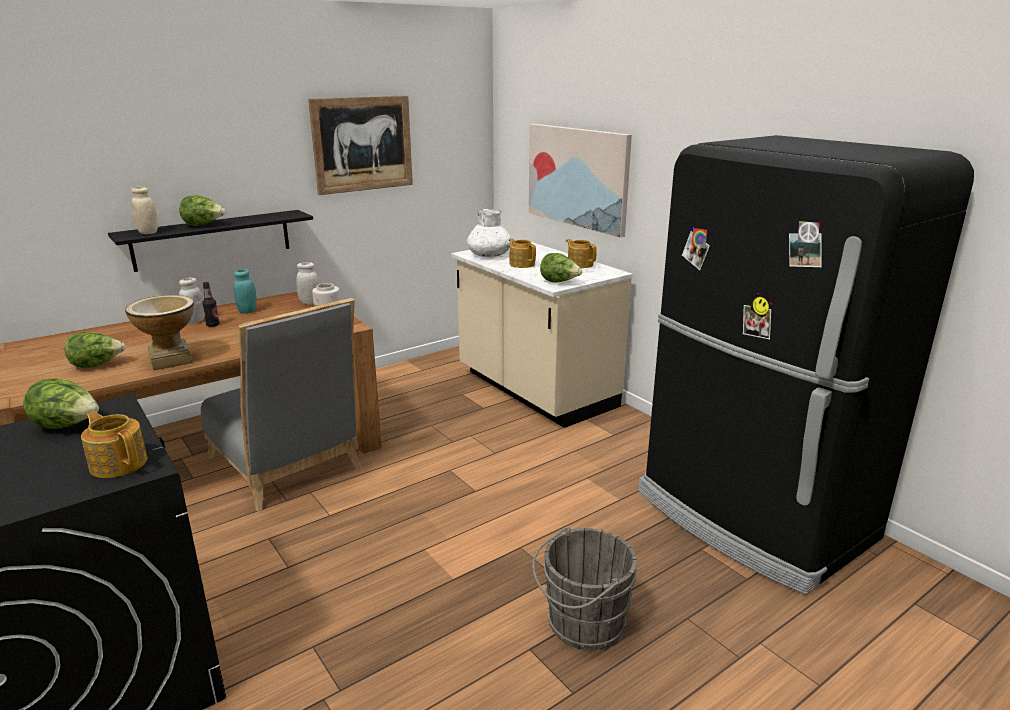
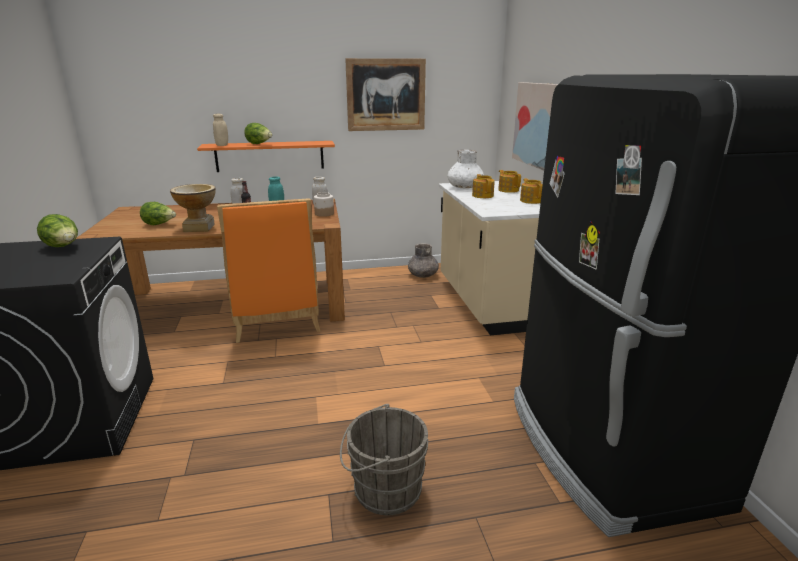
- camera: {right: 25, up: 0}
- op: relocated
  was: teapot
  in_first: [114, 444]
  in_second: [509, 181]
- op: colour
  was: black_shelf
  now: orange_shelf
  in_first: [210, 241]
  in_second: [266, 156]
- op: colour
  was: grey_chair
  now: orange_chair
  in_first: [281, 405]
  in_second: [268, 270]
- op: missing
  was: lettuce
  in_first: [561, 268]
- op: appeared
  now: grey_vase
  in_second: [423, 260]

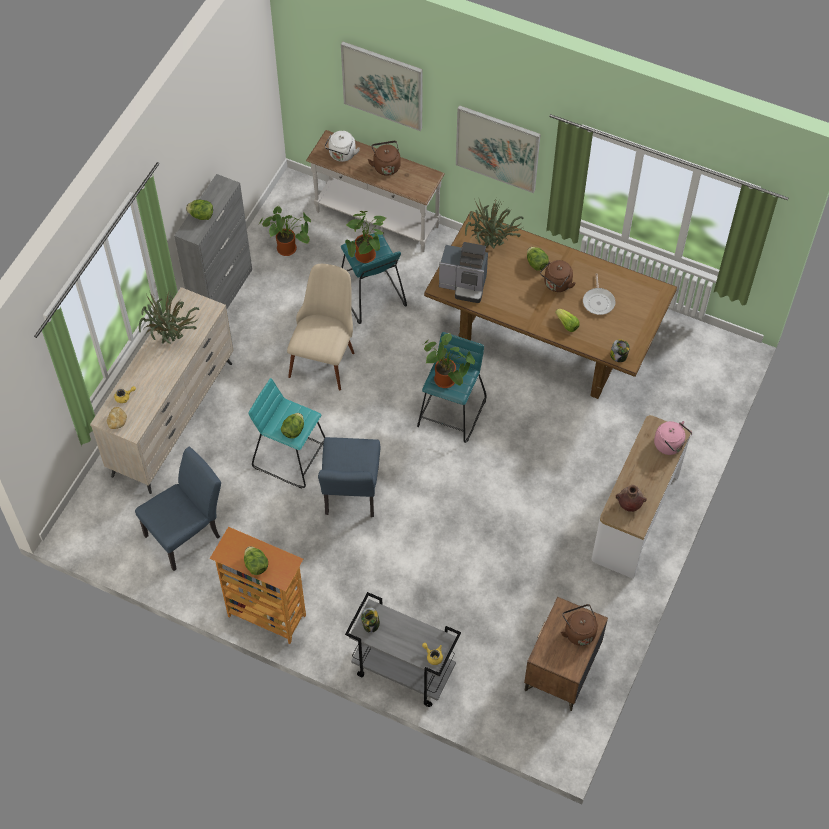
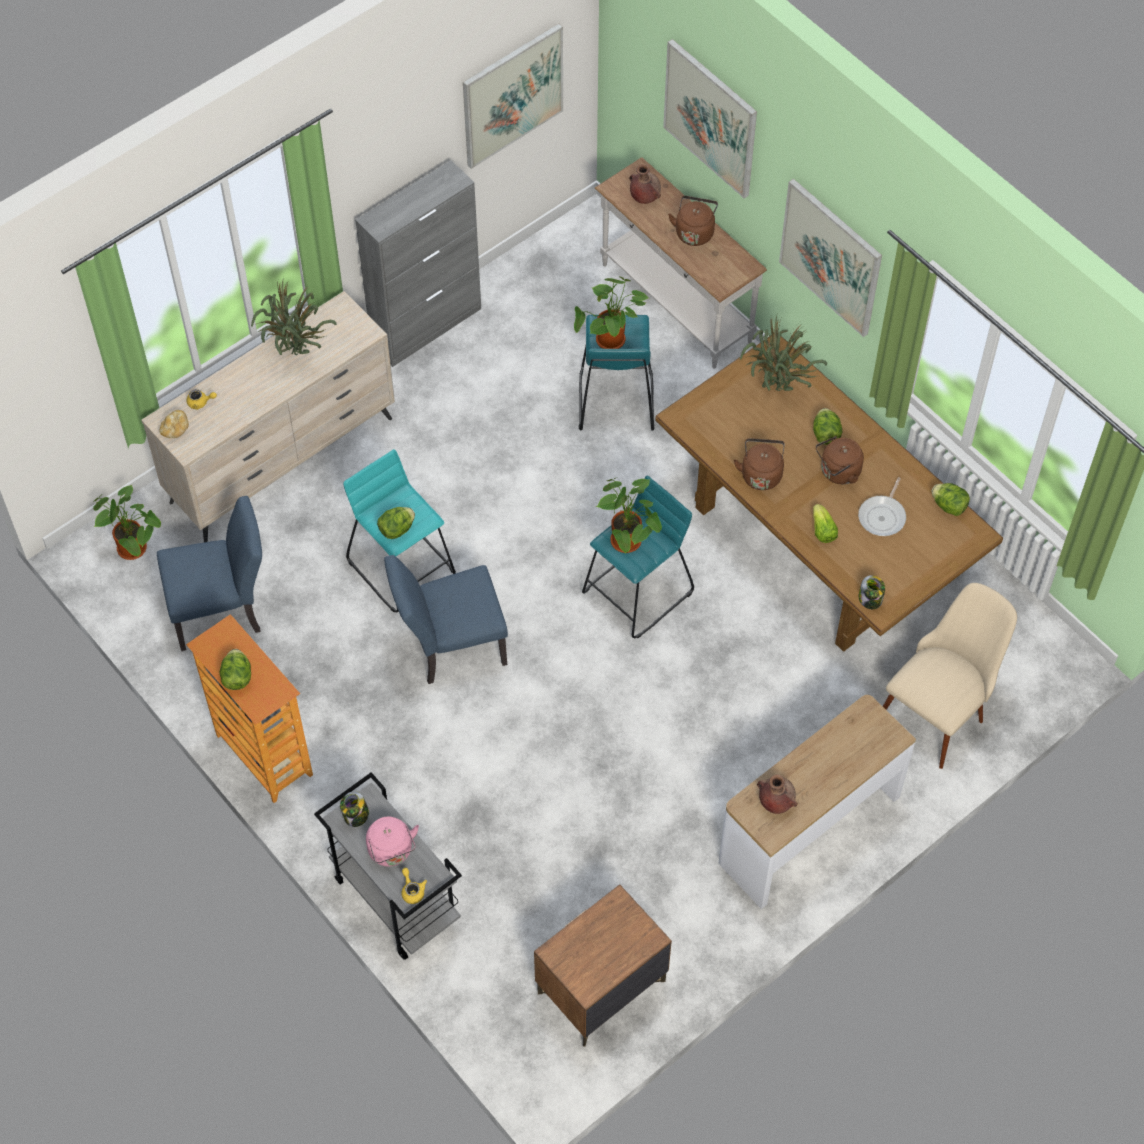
- camera: {right: 25, up: 0}
- op: relocated
  was: lettuce
  in_first: [199, 210]
  in_second: [950, 499]
- op: relocated
  was: potted_plant
  in_first: [285, 231]
  in_second: [127, 522]
- op: relocated
  was: beige_chair
  in_first: [320, 327]
  in_second: [950, 676]
- op: spun
  was: blue_chair
  in_first: [349, 477]
  in_second: [446, 619]
  clockwise: 45
- op: exchanged
  was: white_kettle
  now: brown_vase
  in_first: [342, 146]
  in_second: [645, 184]
- op: missing
  was: coffee_machine
  in_first: [463, 272]
- op: relocated
  was: brown_kettle
  in_first: [579, 625]
  in_second: [759, 464]
- op: relocated
  was: pink_kettle
  in_first: [673, 438]
  in_second: [392, 842]
- op: appeared
  now: picture
  in_second: [513, 96]

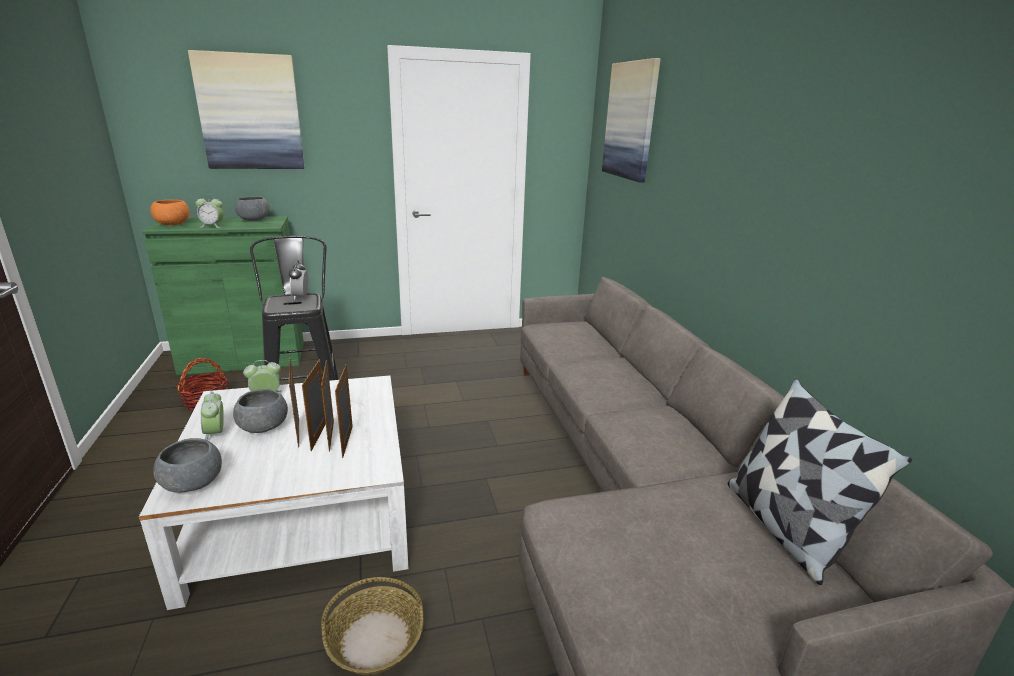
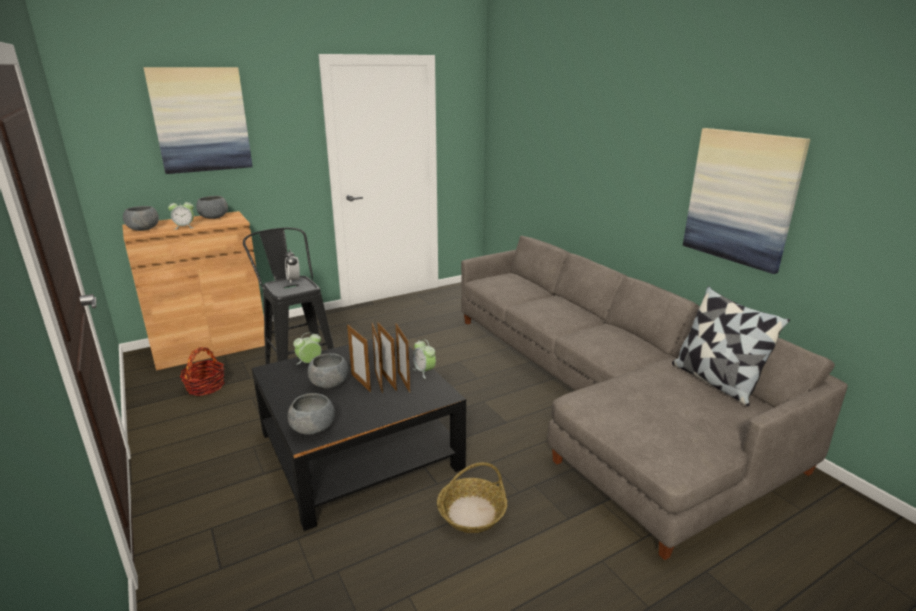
- camera: {right: -15, up: 0}
- op: colour
  was: white_coffee_table
  now: black_coffee_table
  in_first: [274, 492]
  in_second: [359, 432]
- op: colour
  was: green_cabinet
  now: brown_cabinet
  in_first: [223, 295]
  in_second: [193, 291]
- op: colour
  was: orange_bowl
  now: grey_bowl
  in_first: [170, 212]
  in_second: [141, 218]
- op: relocated
  was: alarm_clock
  in_first: [212, 415]
  in_second: [424, 359]
- op: relocated
  was: picture
  in_first: [631, 120]
  in_second: [746, 201]

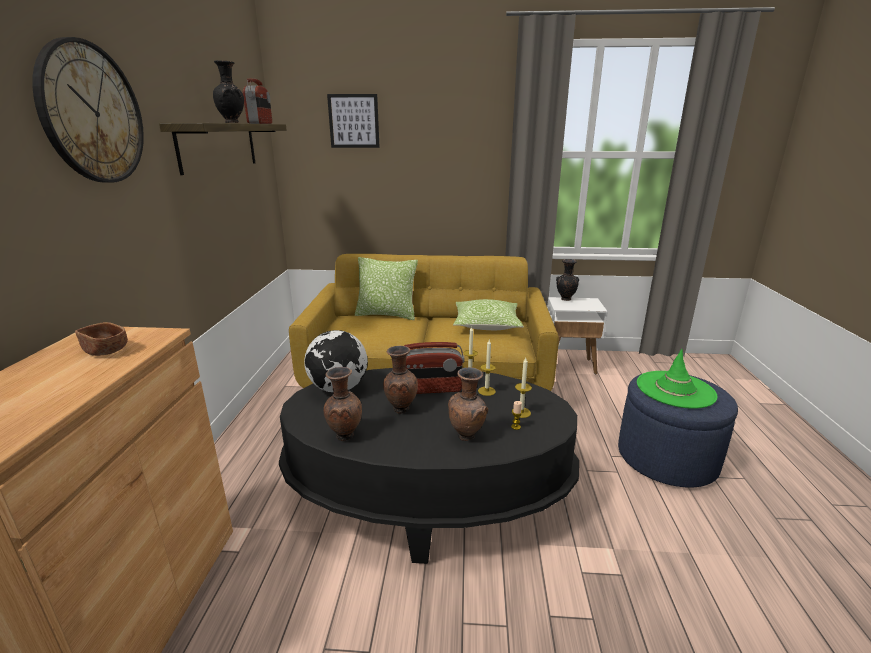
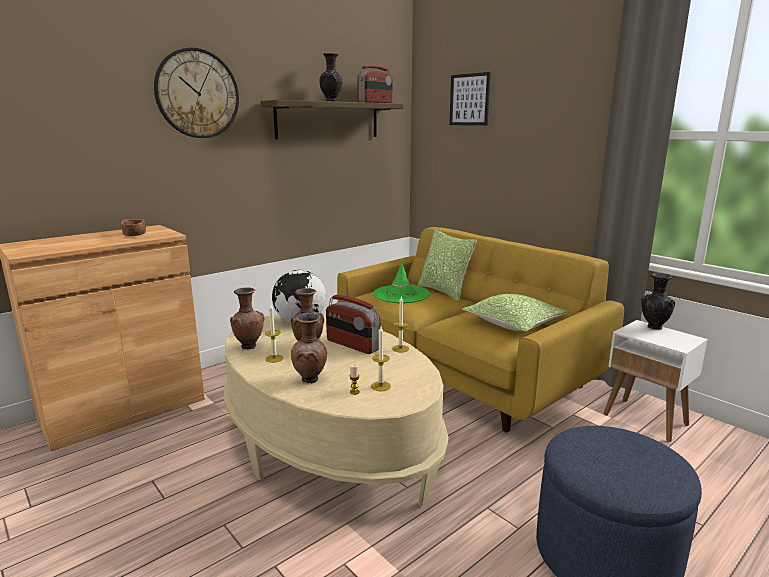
- camera: {right: 45, up: -5}
- op: colour
  was: black_coffee_table
  now: beige_coffee_table
  in_first: [429, 466]
  in_second: [336, 410]
- op: relocated
  was: candle
  in_first: [487, 368]
  in_second: [274, 333]
- op: relocated
  was: green_hat
  in_first: [677, 379]
  in_second: [401, 282]

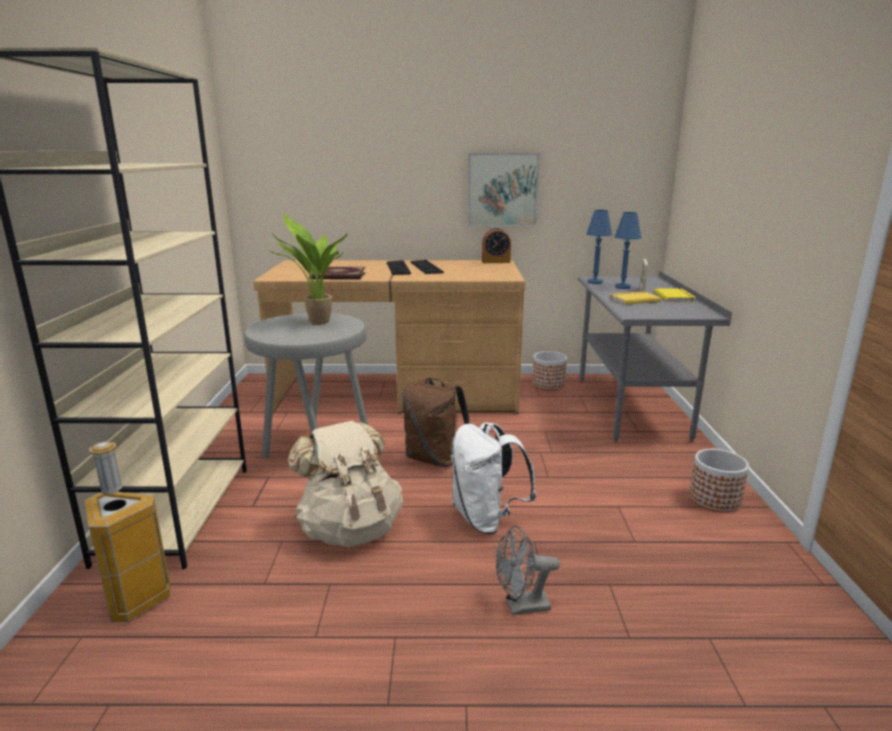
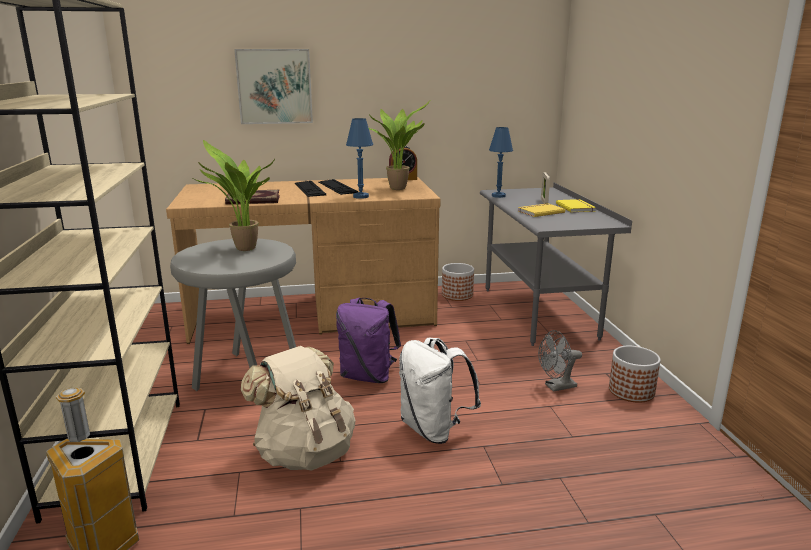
- camera: {right: -10, up: 0}
- op: colour
  was: brown_backpack
  now: purple_backpack
  in_first: [436, 422]
  in_second: [368, 340]
- op: relocated
  was: picture
  in_first: [503, 189]
  in_second: [273, 86]
- op: relocated
  was: grey_fan
  in_first: [528, 570]
  in_second: [560, 361]
- op: relocated
  was: blue_table_lamp
  in_first: [627, 250]
  in_second: [359, 158]
- op: appeared
  now: potted_plant
  in_second: [400, 144]

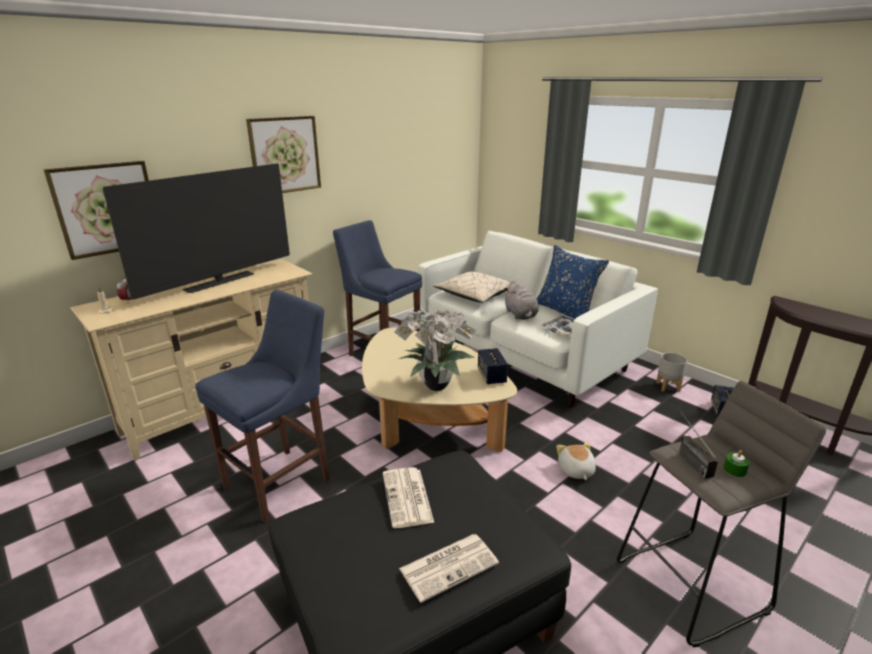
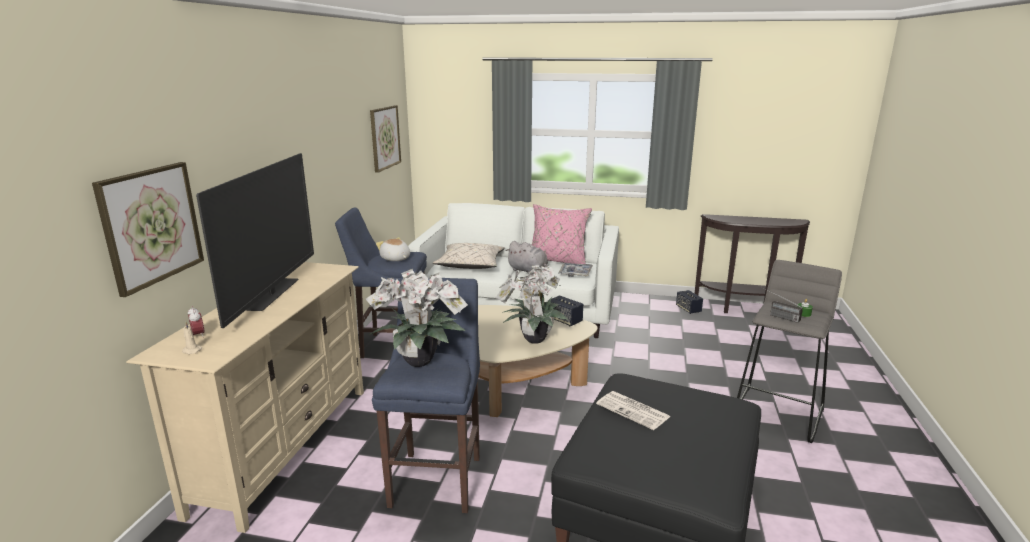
- camera: {right: -35, up: -5}
- op: relocated
  was: picture
  in_first: [283, 154]
  in_second: [385, 139]
- op: missing
  was: newspaper
  in_first: [449, 568]
- op: colour
  was: blue_pillow
  now: pink_pillow
  in_first: [572, 282]
  in_second: [562, 234]
- op: relocated
  was: plush_toy
  in_first: [576, 461]
  in_second: [393, 249]
- op: missing
  was: grey_planter
  in_first: [672, 372]
- op: appeared
  now: potted_plant
  in_second: [417, 318]

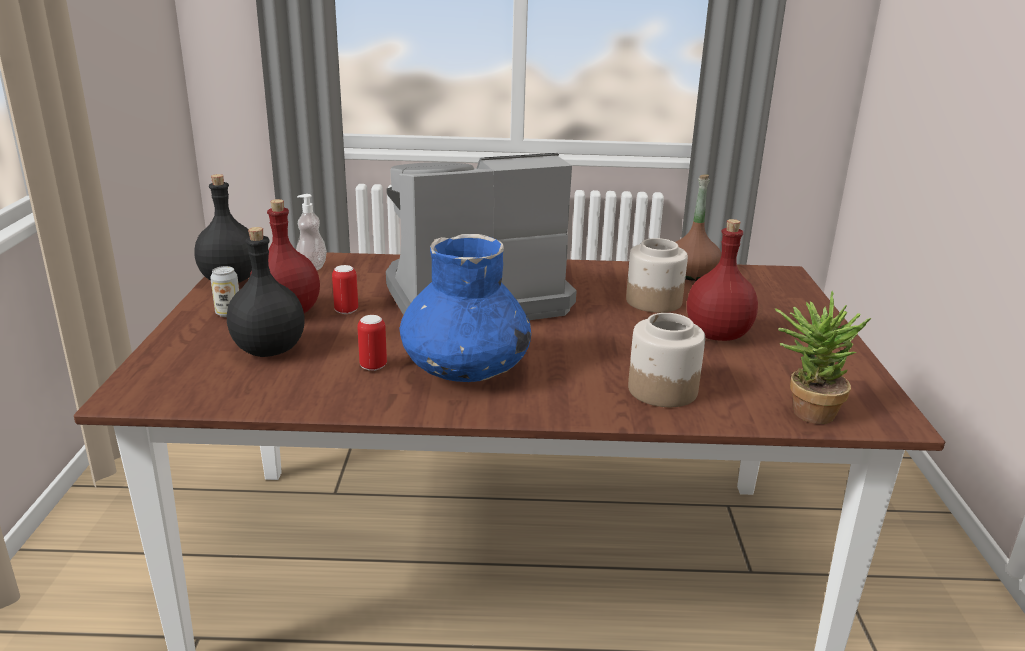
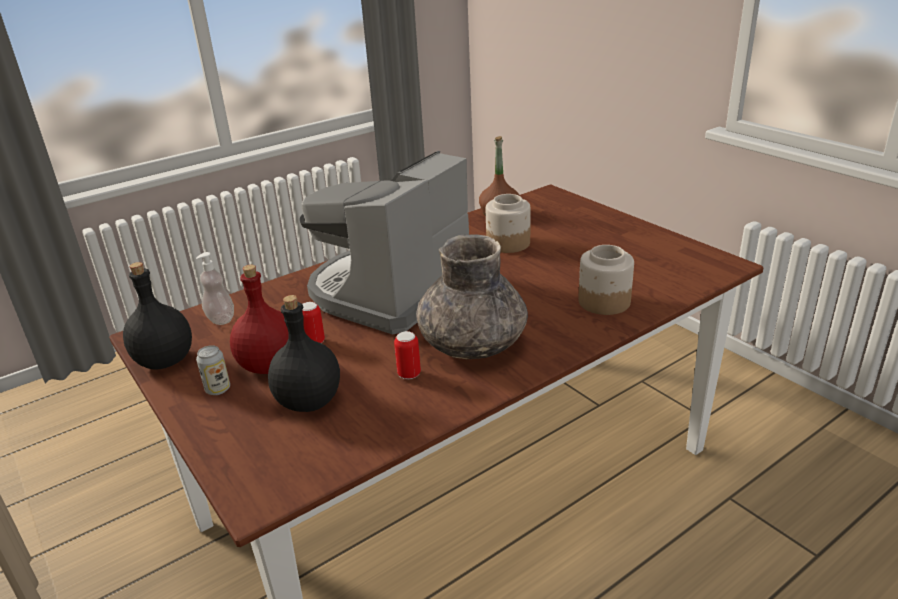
- camera: {right: -35, up: 5}
- op: colour
  was: blue_vase
  now: grey_vase
  in_first: [465, 308]
  in_second: [472, 296]
- op: missing
  was: red_bottle
  in_first: [722, 280]
- op: missing
  was: potted_plant
  in_first: [823, 357]

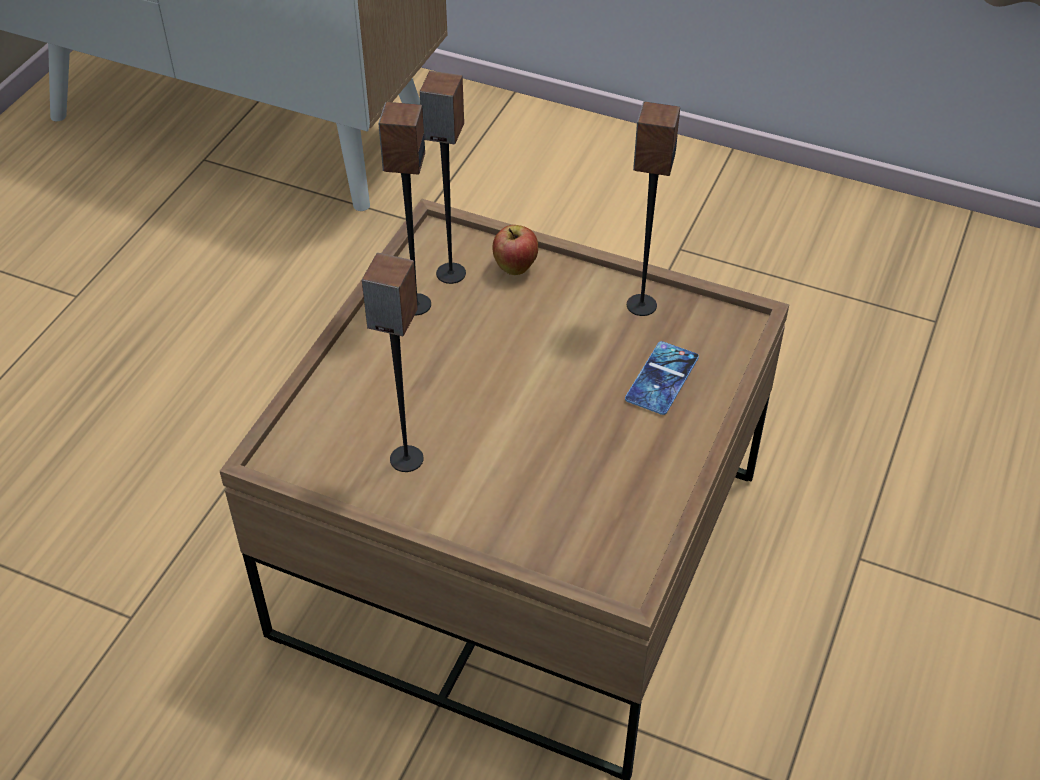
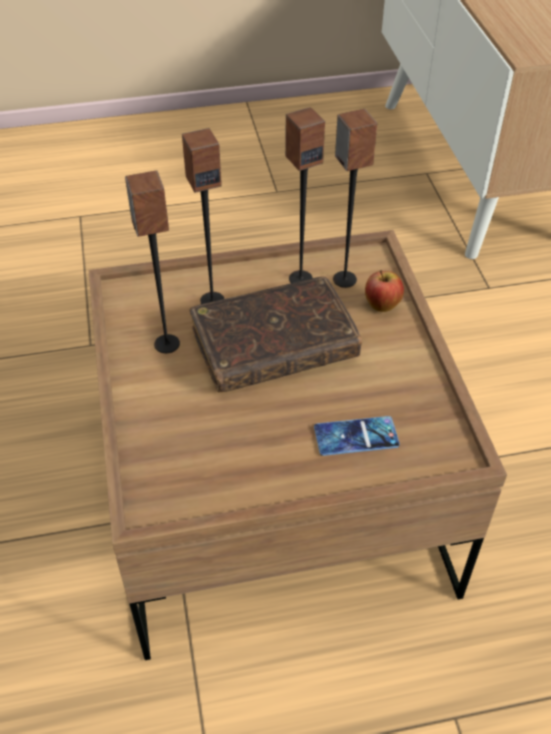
- camera: {right: 55, up: 0}
- op: relocated
  was: speaker
  in_first: [653, 209]
  in_second: [203, 216]
- op: appeared
  now: brown_book
  in_second: [276, 334]

